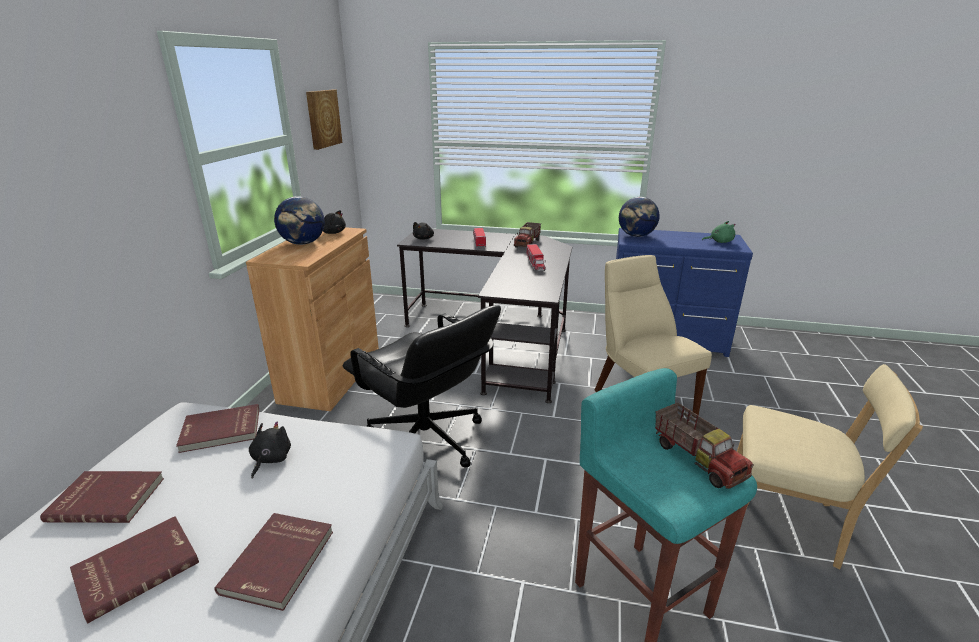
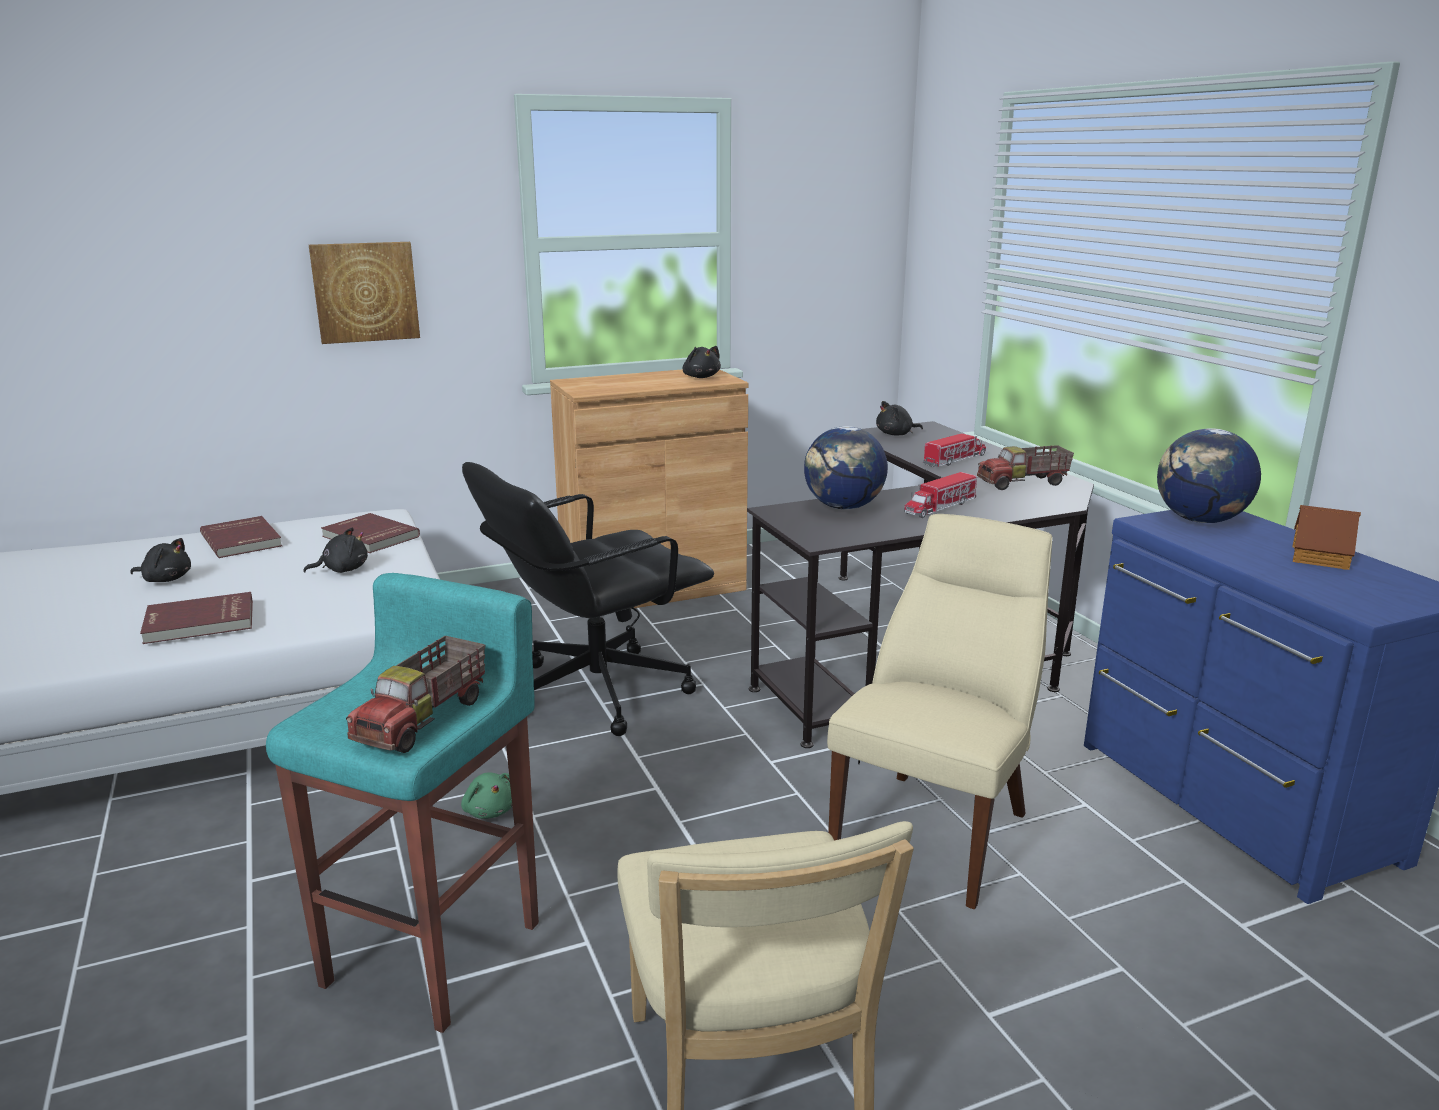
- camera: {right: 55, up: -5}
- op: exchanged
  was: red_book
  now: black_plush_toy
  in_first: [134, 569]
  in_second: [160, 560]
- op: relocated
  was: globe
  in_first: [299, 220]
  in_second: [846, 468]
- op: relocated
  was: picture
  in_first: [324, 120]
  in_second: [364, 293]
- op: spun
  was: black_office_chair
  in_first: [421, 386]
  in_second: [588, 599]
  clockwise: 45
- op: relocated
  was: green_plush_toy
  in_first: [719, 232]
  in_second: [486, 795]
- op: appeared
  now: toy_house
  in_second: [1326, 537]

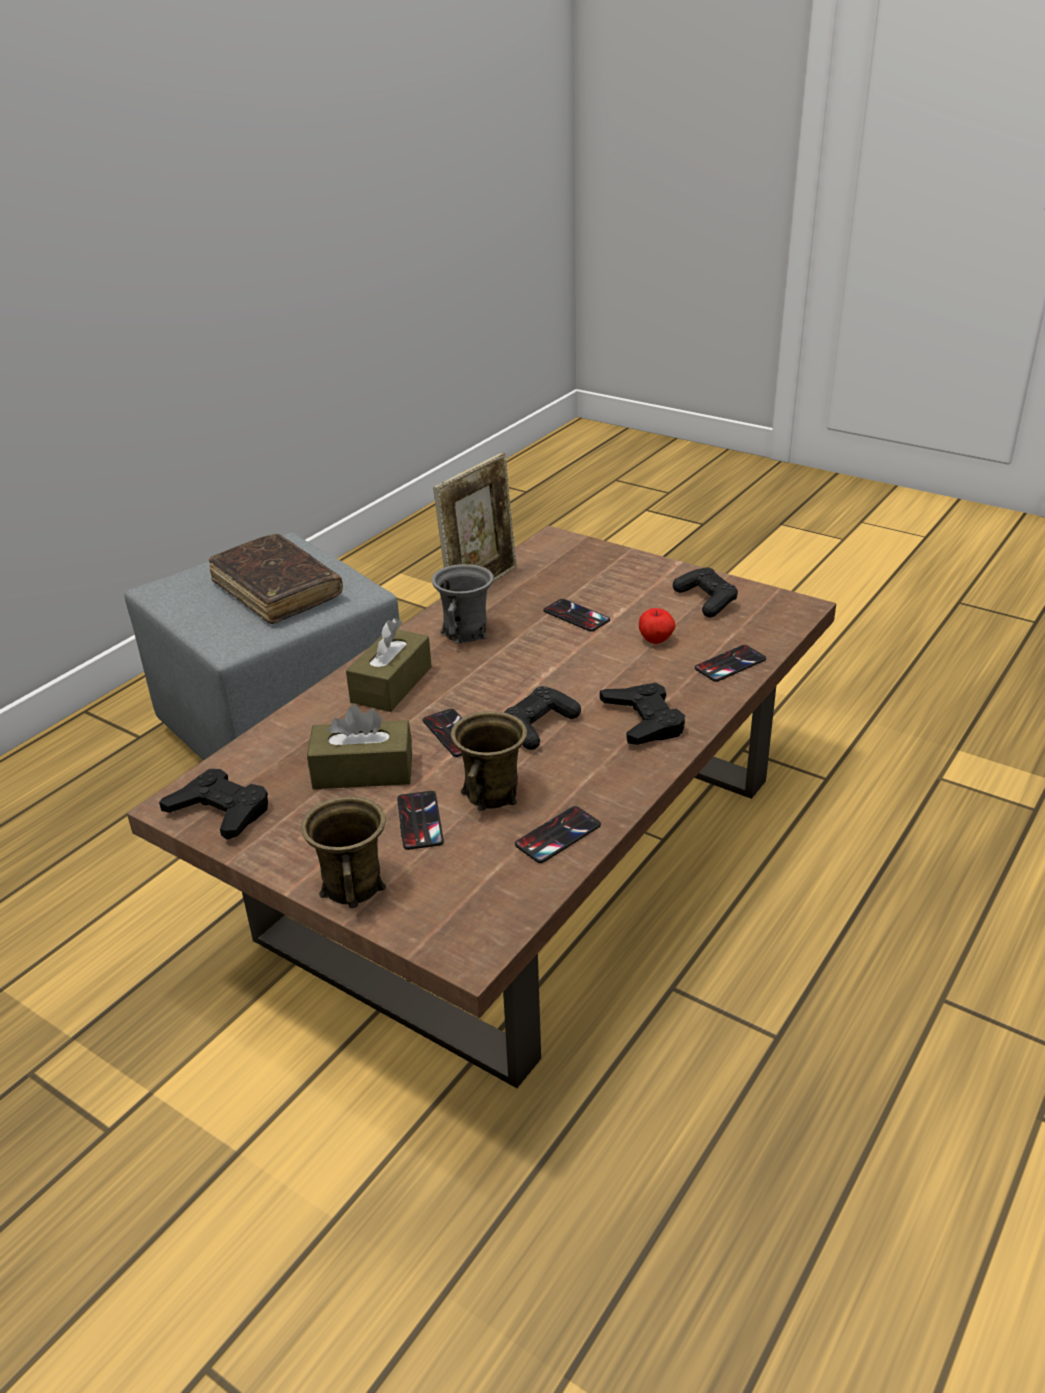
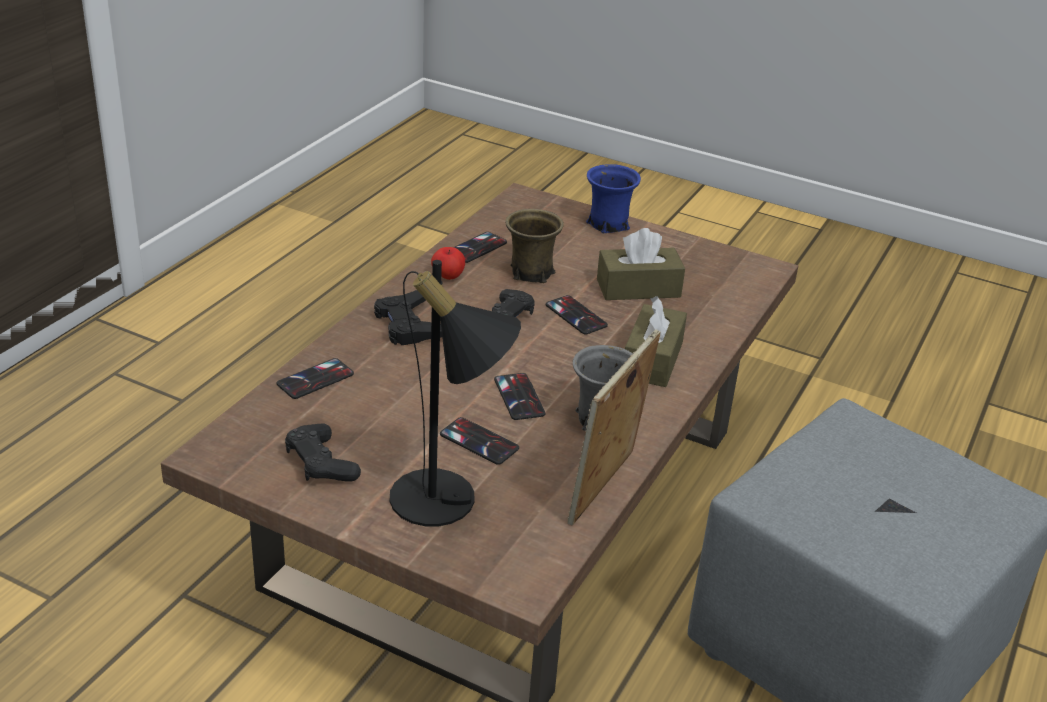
- camera: {right: 170, up: 0}
- op: missing
  was: black_game_controller
  in_first: [213, 804]
- op: missing
  was: brown_book
  in_first: [276, 579]
- op: colour
  was: brown_mug
  now: blue_mug
  in_first: [343, 852]
  in_second: [613, 198]
- op: relocated
  was: phone
  in_first: [420, 820]
  in_second: [519, 396]
- op: relocated
  was: apple
  in_first: [657, 626]
  in_second: [448, 263]
- op: appeared
  now: black_table_lamp
  in_second: [455, 393]

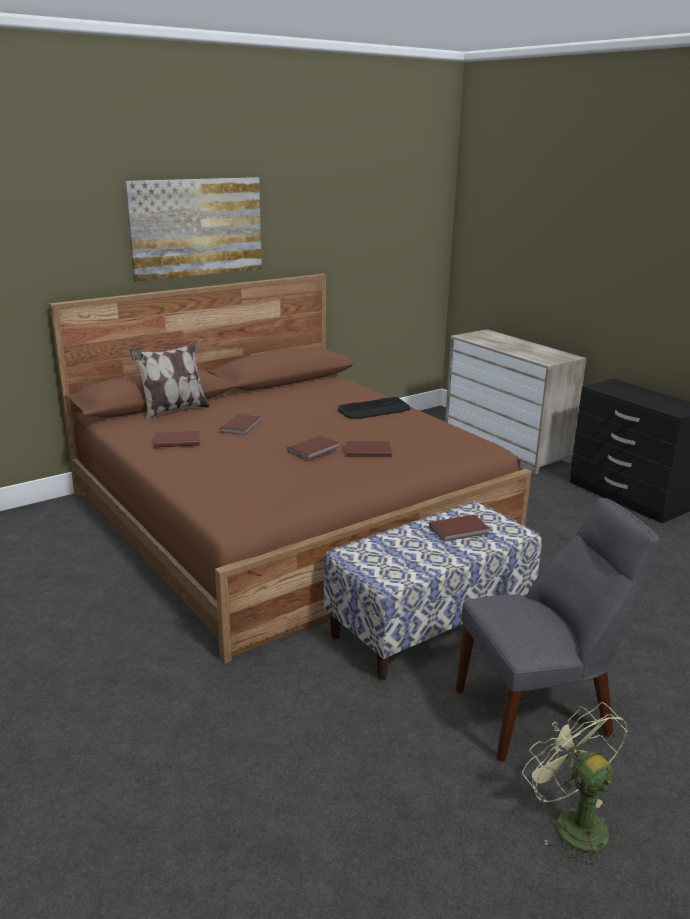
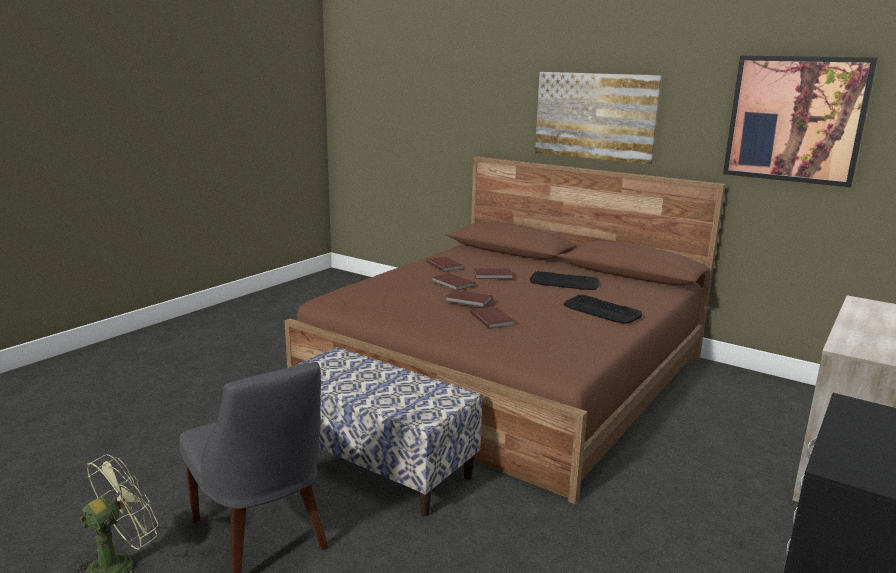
- camera: {right: 70, up: -5}
- op: missing
  was: pillow
  in_first: [169, 380]
- op: relocated
  was: brown_book
  in_first: [459, 528]
  in_second: [453, 281]
- op: appeared
  now: keyboard
  in_second: [564, 280]
- op: appeared
  now: picture
  in_second: [800, 121]

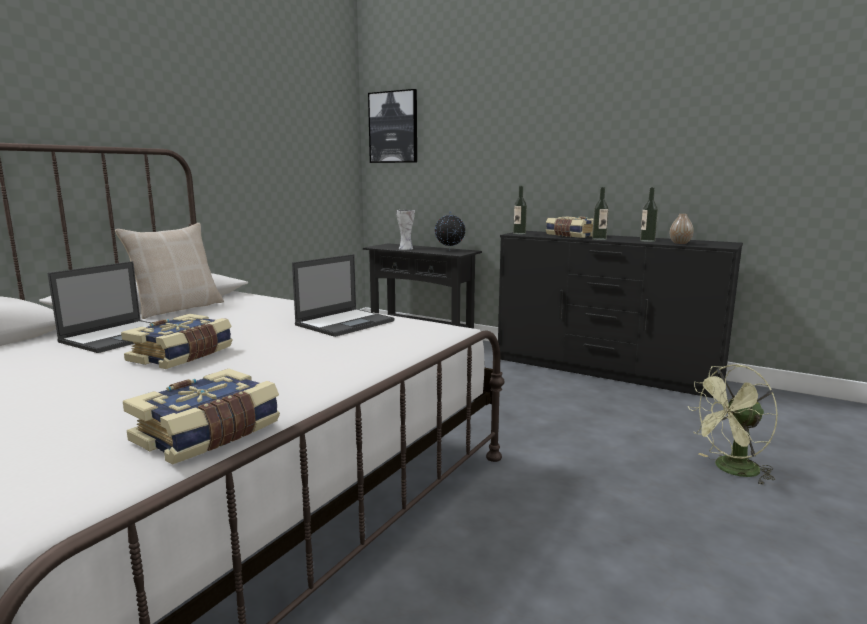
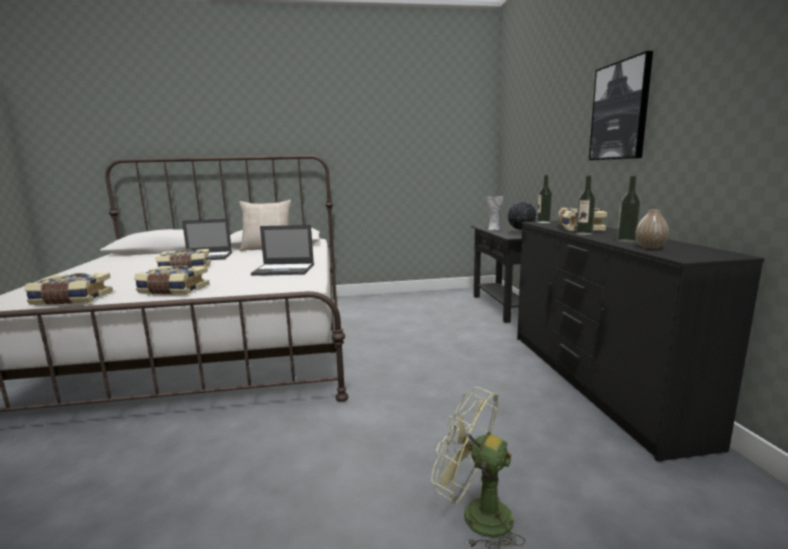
- camera: {right: 50, up: 0}
- op: relocated
  was: picture
  in_first: [392, 126]
  in_second: [621, 105]
- op: appeared
  now: book
  in_second: [172, 280]

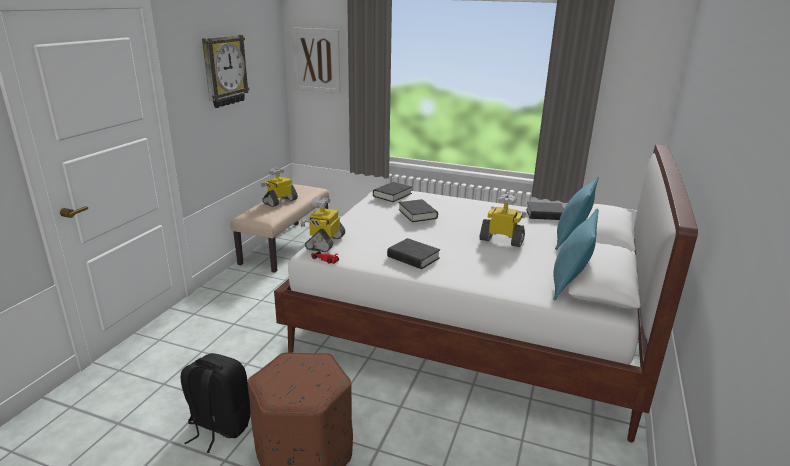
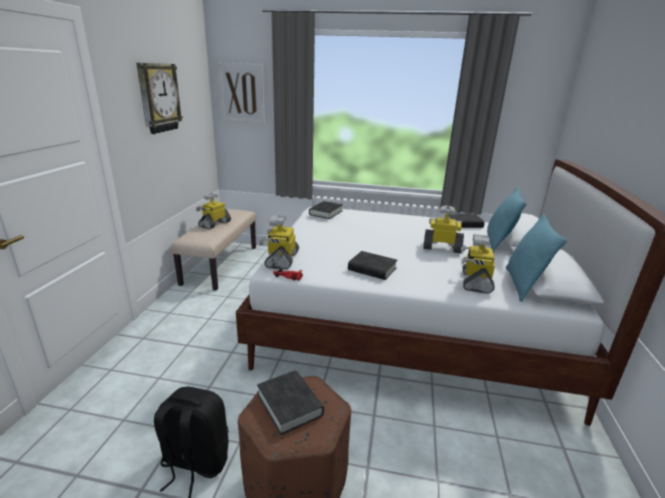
- camera: {right: -10, up: 0}
- op: relocated
  was: black_book
  in_first: [418, 210]
  in_second: [290, 403]
- op: appeared
  now: toy_robot
  in_second: [478, 264]

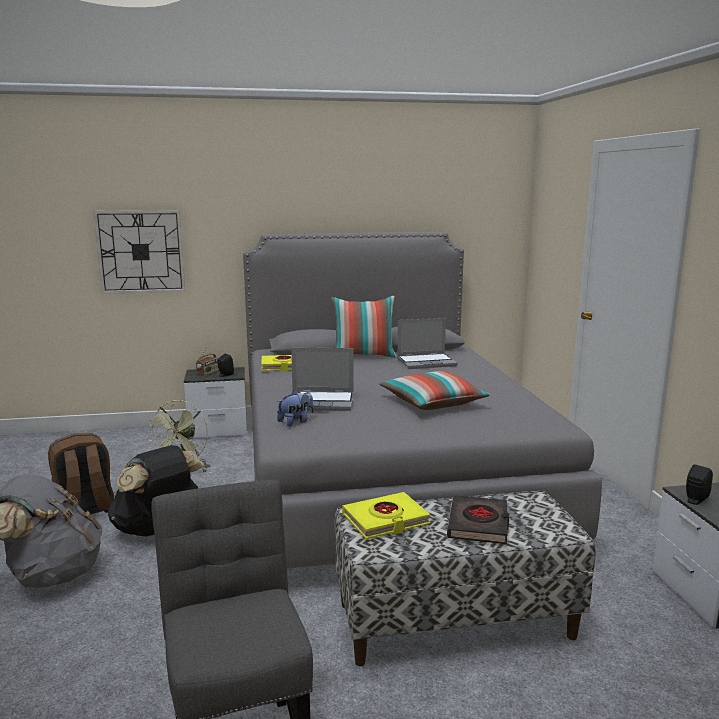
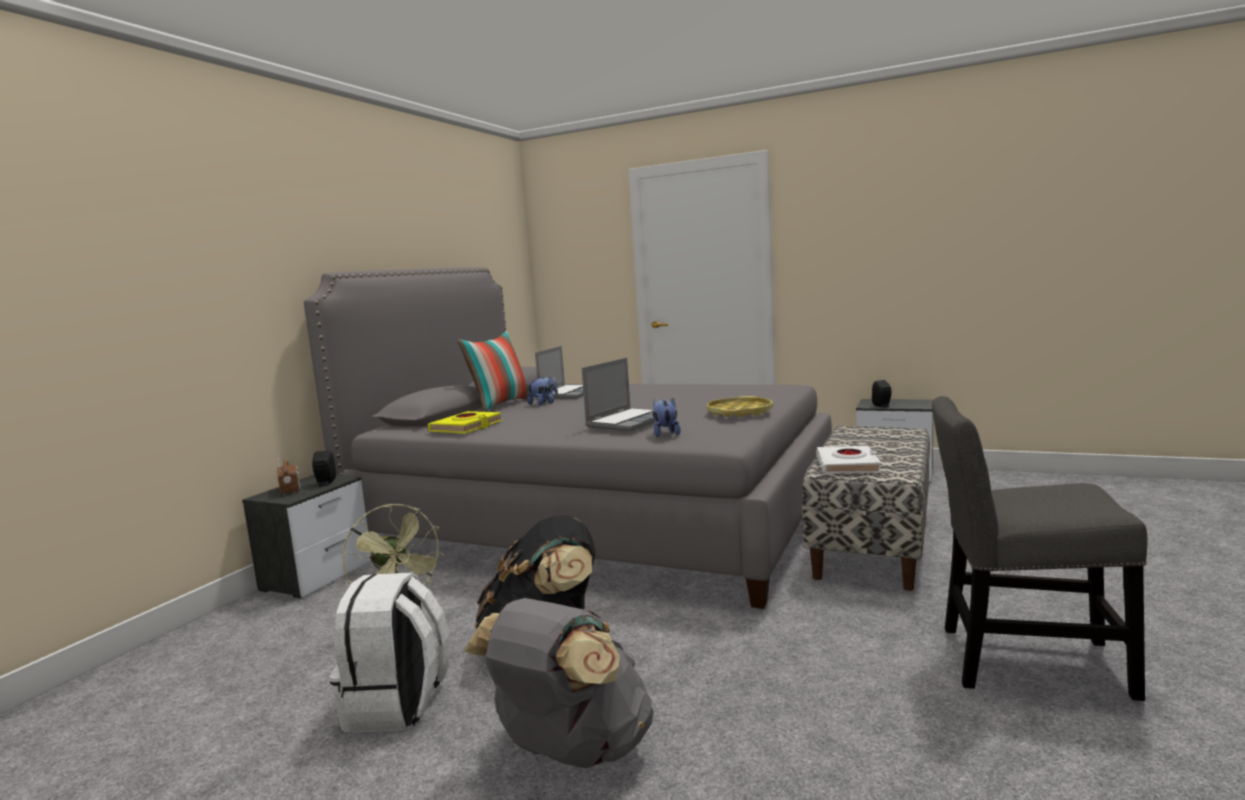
- camera: {right: -55, up: -5}
- op: colour
  was: brown_backpack
  now: white_backpack
  in_first: [81, 473]
  in_second: [390, 652]
- op: missing
  was: wall_clock
  in_first: [139, 252]
- op: colour
  was: yellow_book
  now: white_book
  in_first: [386, 515]
  in_second: [848, 460]
- op: missing
  was: pillow
  in_first: [434, 390]
- op: missing
  was: black_book
  in_first: [478, 519]
- op: appeared
  now: plush_toy
  in_second: [542, 390]
- op: appeared
  now: yellow_tray
  in_second: [740, 406]

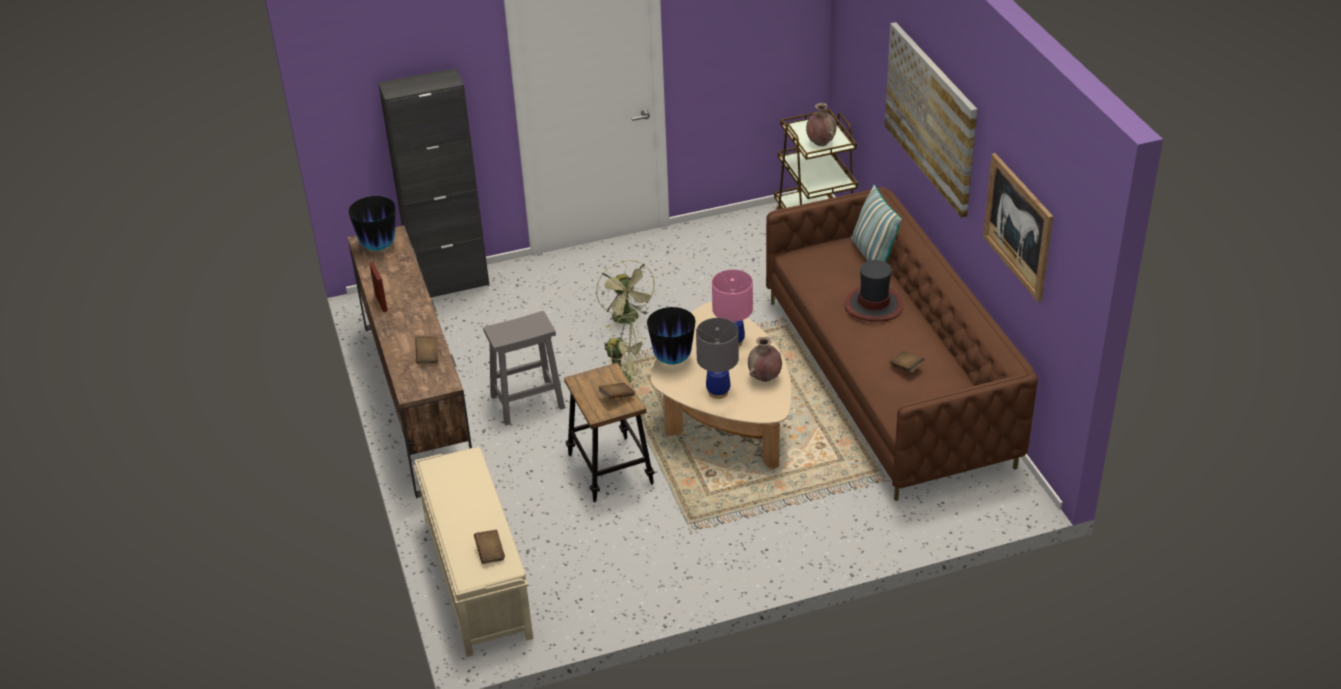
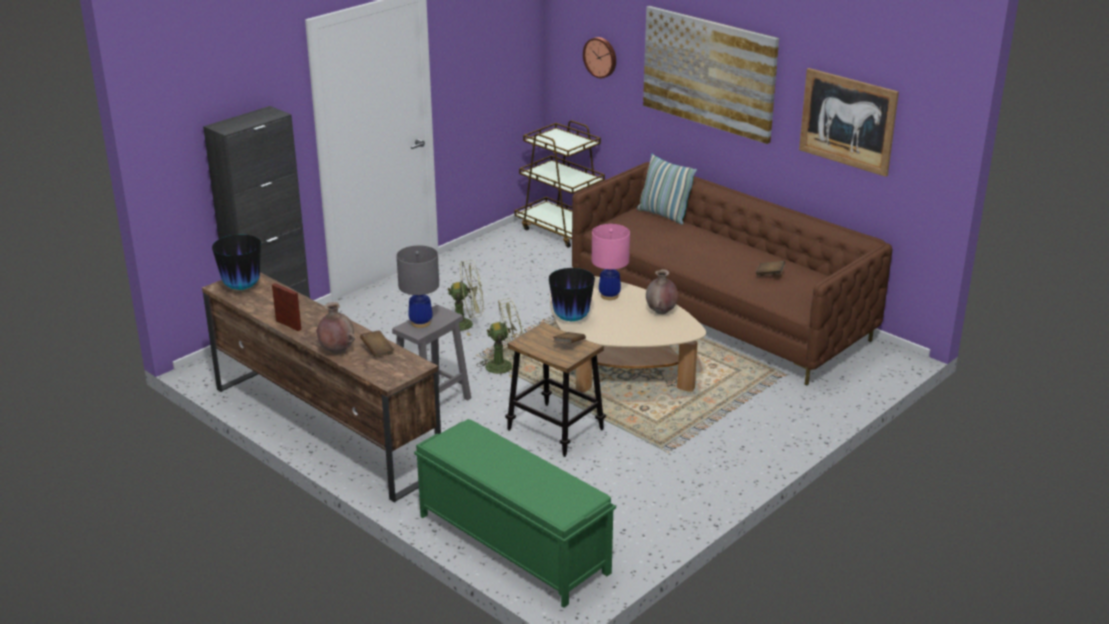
- camera: {right: -30, up: -10}
- op: colour
  was: beige_bench
  now: green_bench
  in_first: [473, 552]
  in_second: [515, 513]
- op: missing
  was: brown_book
  in_first: [489, 547]
- op: spun
  was: green_fan
  in_first: [626, 294]
  in_second: [466, 298]
  clockwise: -45
- op: relocated
  was: grey_table_lamp
  in_first: [717, 358]
  in_second: [417, 286]
- op: relocated
  was: brown_vase
  in_first: [821, 124]
  in_second: [335, 328]
- op: missing
  was: hat
  in_first: [874, 291]
- op: appeared
  now: wall_clock
  in_second: [599, 57]

